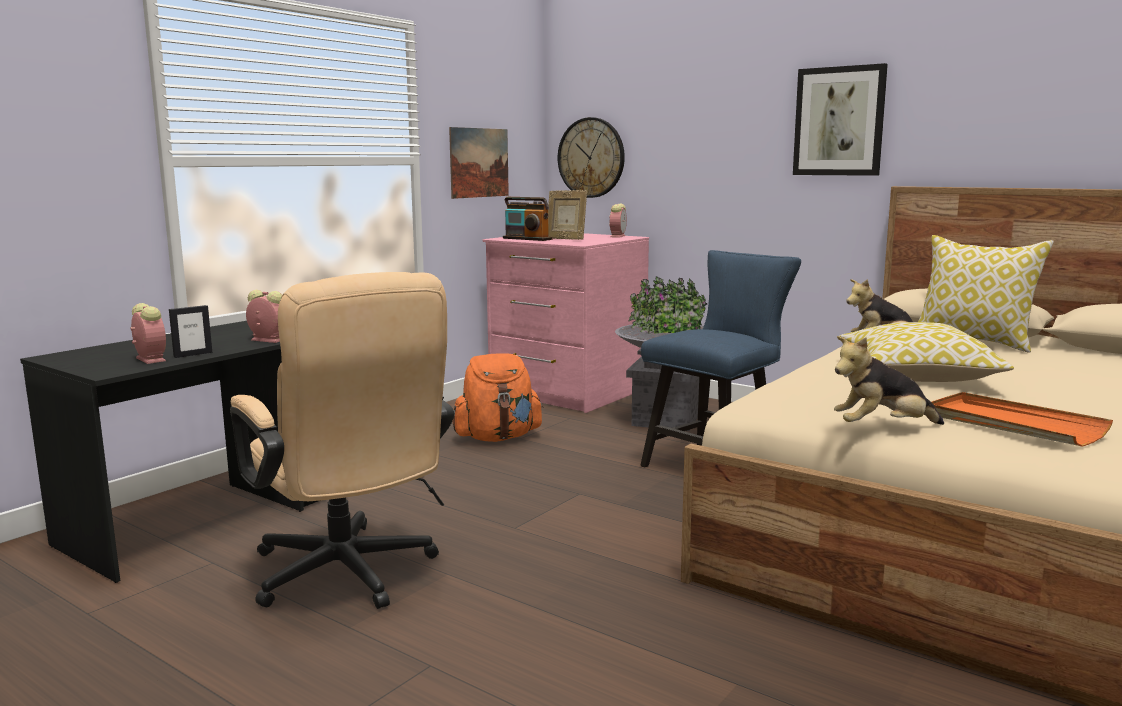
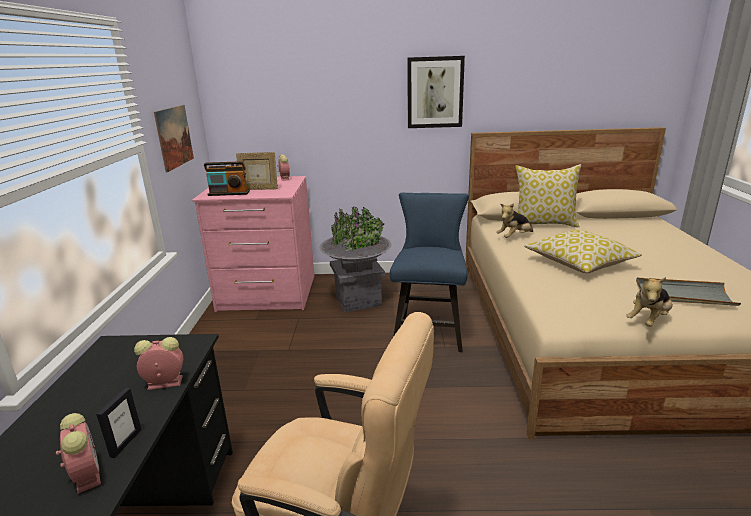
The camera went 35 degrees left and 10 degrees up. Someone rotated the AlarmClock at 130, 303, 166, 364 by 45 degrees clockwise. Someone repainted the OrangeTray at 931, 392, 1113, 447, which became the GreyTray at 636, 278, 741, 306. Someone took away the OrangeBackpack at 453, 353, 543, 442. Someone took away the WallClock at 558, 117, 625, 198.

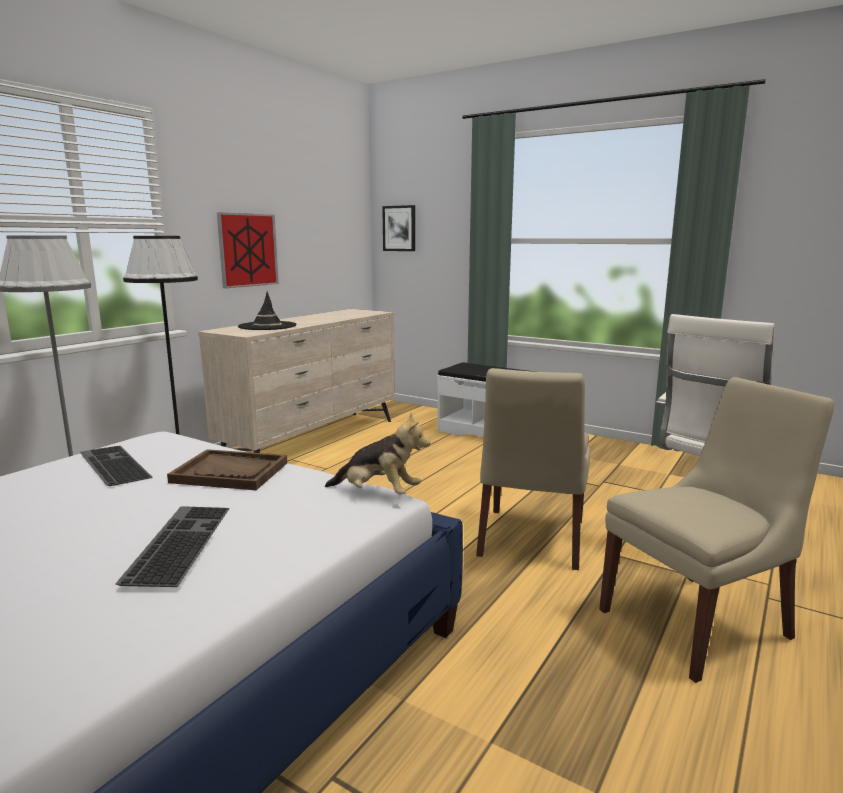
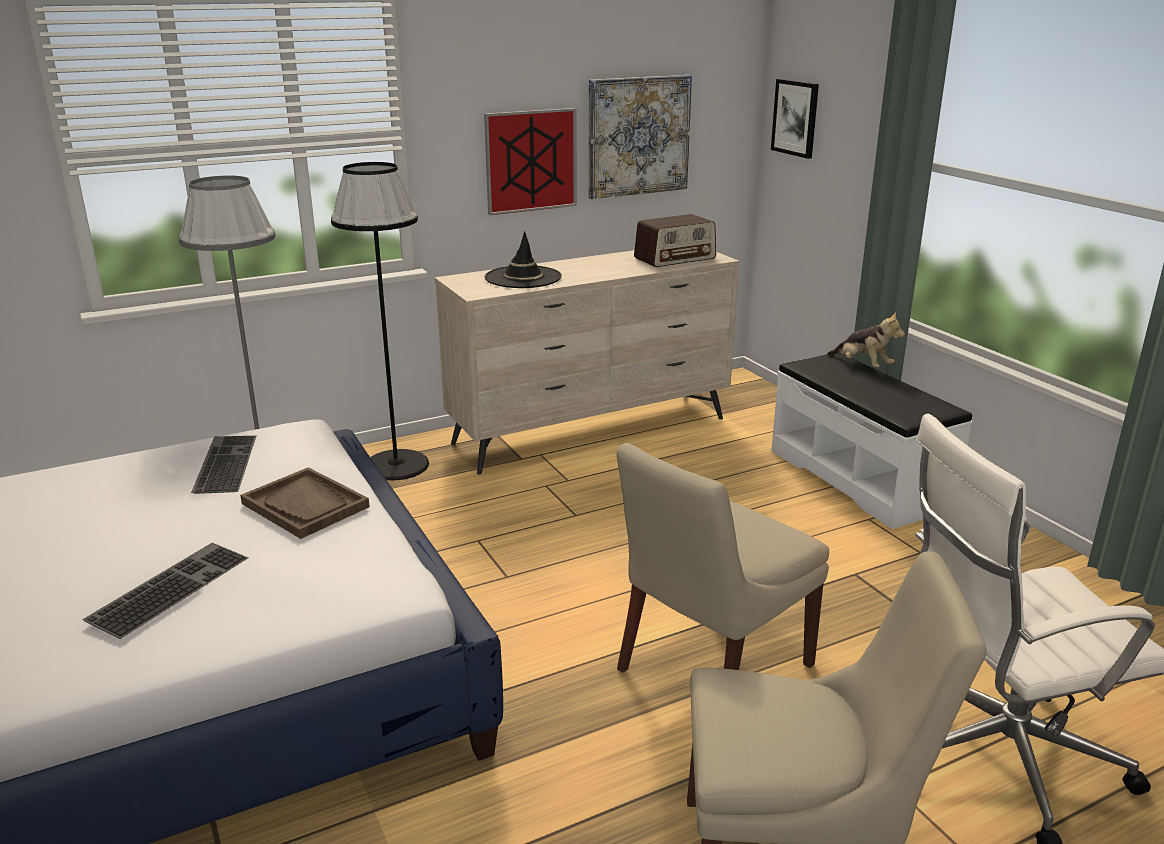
The camera went 30 degrees right and 10 degrees up. Someone put up the Picture at 589, 75, 692, 199. Someone put down the Radio at 634, 214, 716, 267. Someone carried the PlushToy from 325, 413, 430, 494 to 827, 311, 905, 367.

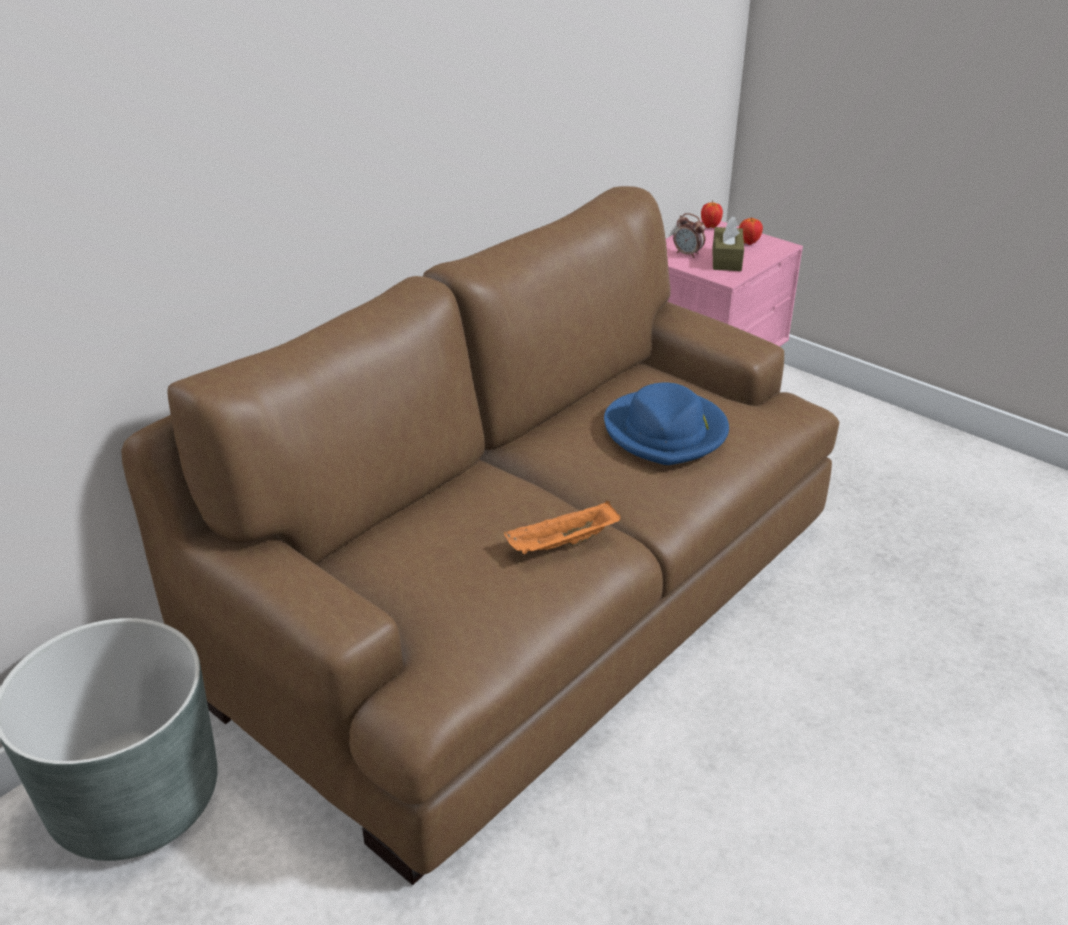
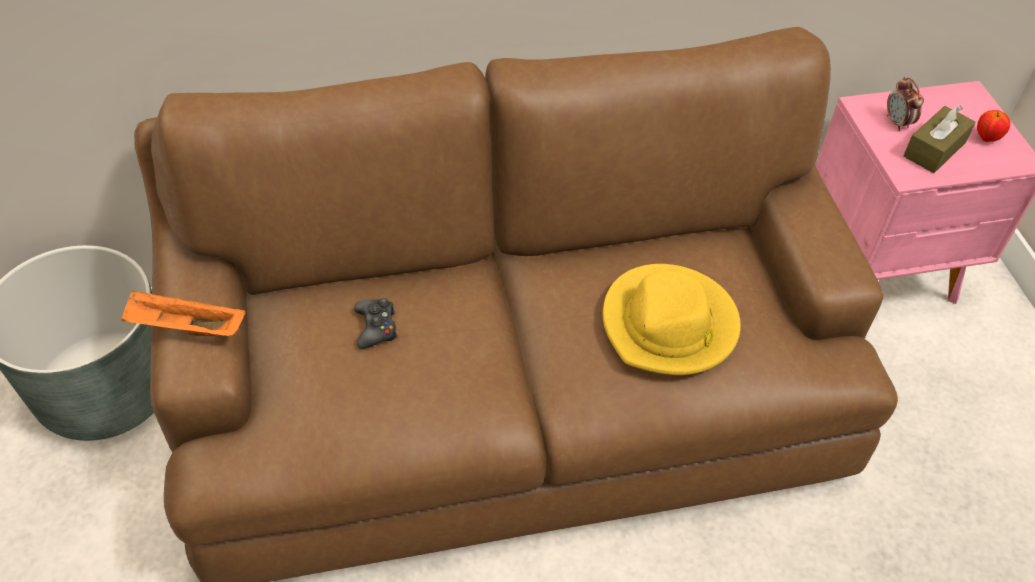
The camera went 35 degrees right and 15 degrees up. Someone carried the OrangeTray from 504, 501, 620, 554 to 121, 290, 246, 336. Someone put down the BlackGameController at 354, 298, 398, 349. Someone repainted the BlueHat at 604, 383, 729, 465, which became the YellowHat at 603, 264, 741, 375. Someone took away the Apple at 701, 200, 723, 228.

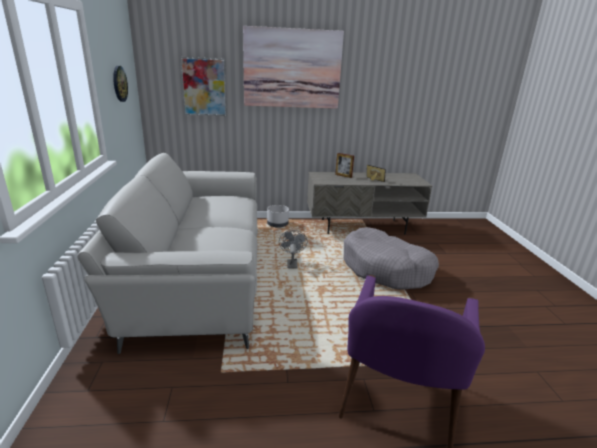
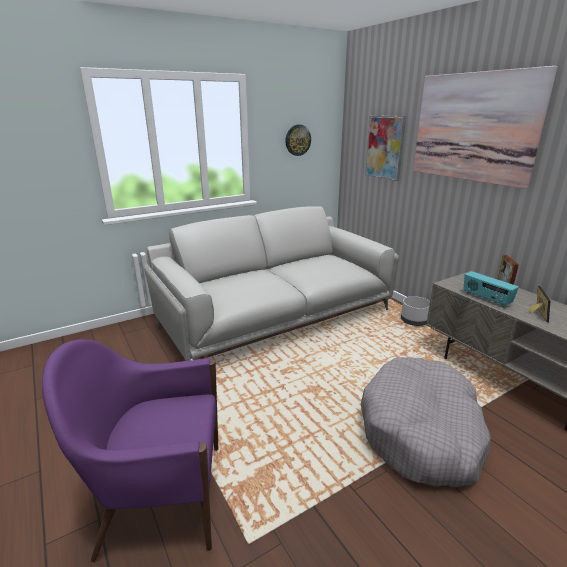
The camera went 65 degrees right and 0 degrees up. Someone put down the Radio at 464, 271, 519, 308. Someone took away the GreyFan at 279, 230, 307, 269.

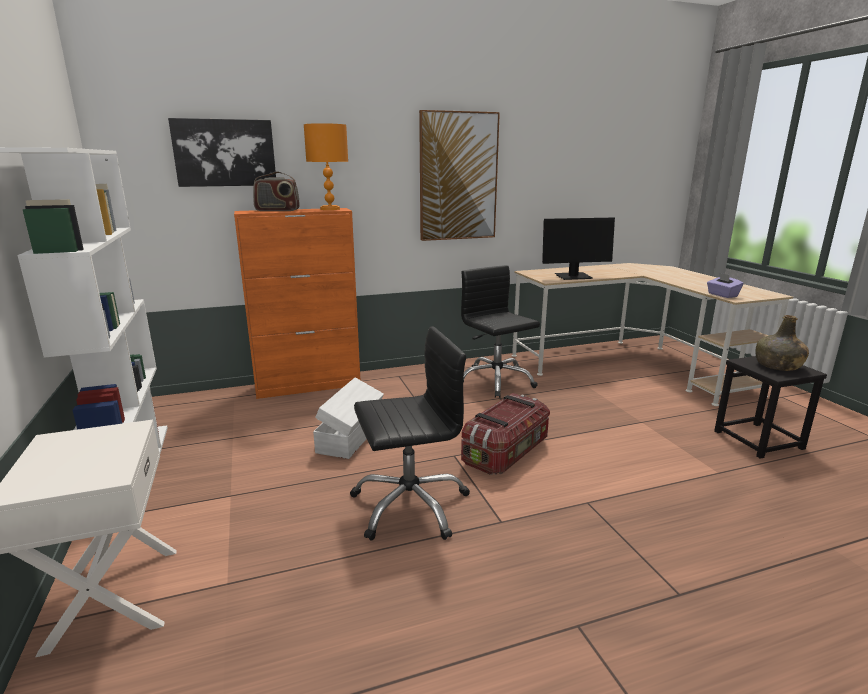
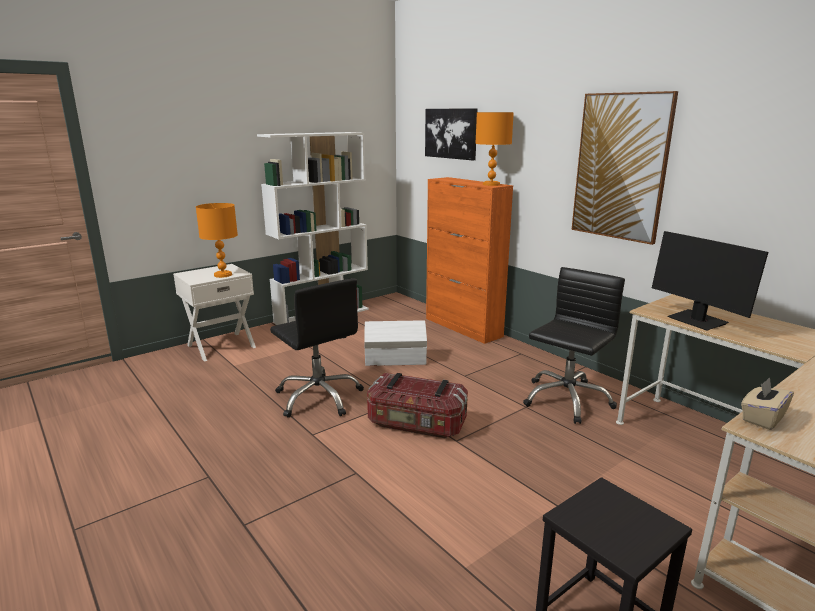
The camera went 70 degrees right and 0 degrees up. Someone put down the OrangeTableLamp at 196, 203, 238, 278. Someone repainted the PurpleTissueBox at 707, 272, 744, 298, which became the BeigeTissueBox at 741, 378, 794, 430. Someone took away the Radio at 253, 171, 300, 211. Someone took away the GreenBottle at 756, 315, 809, 371.

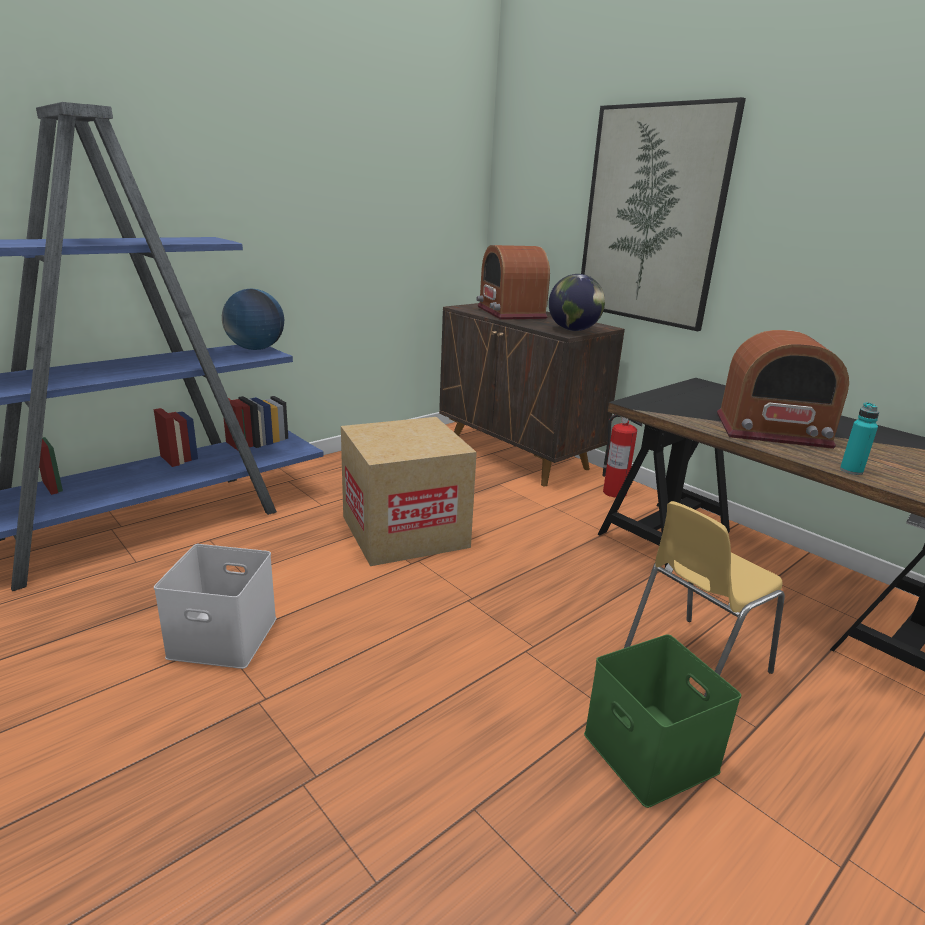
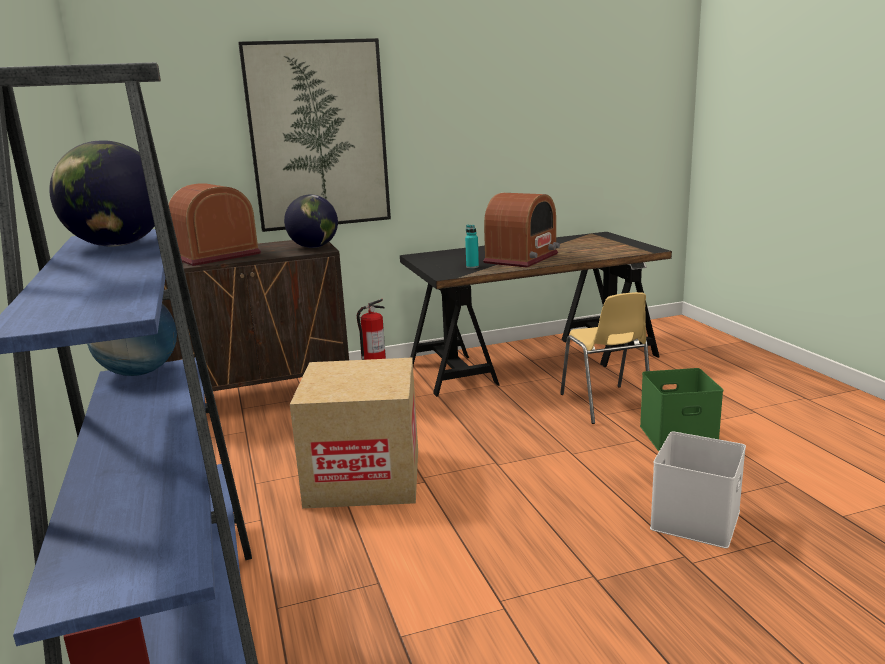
The camera went 65 degrees left and 5 degrees down. Someone put down the Globe at 49, 140, 155, 247. Someone rotated the Radio at 477, 245, 550, 320 by 135 degrees clockwise. Someone carried the TurquoiseBottle from 840, 402, 879, 475 to 465, 225, 479, 268. Someone carried the WhiteStorageBox from 154, 544, 277, 669 to 650, 431, 746, 548.

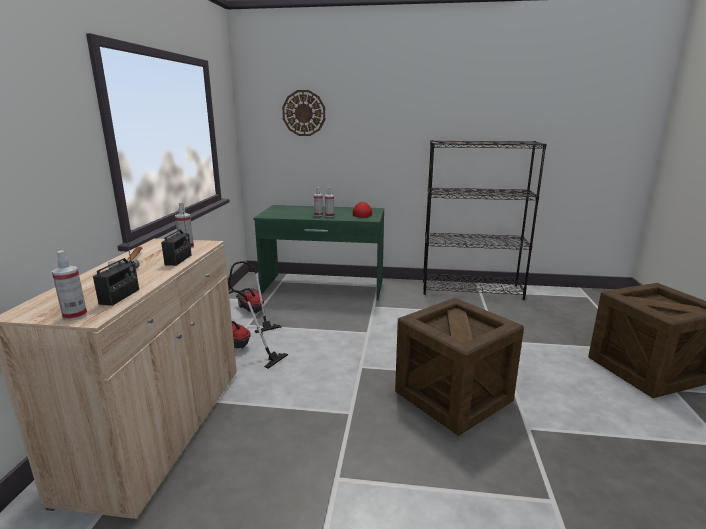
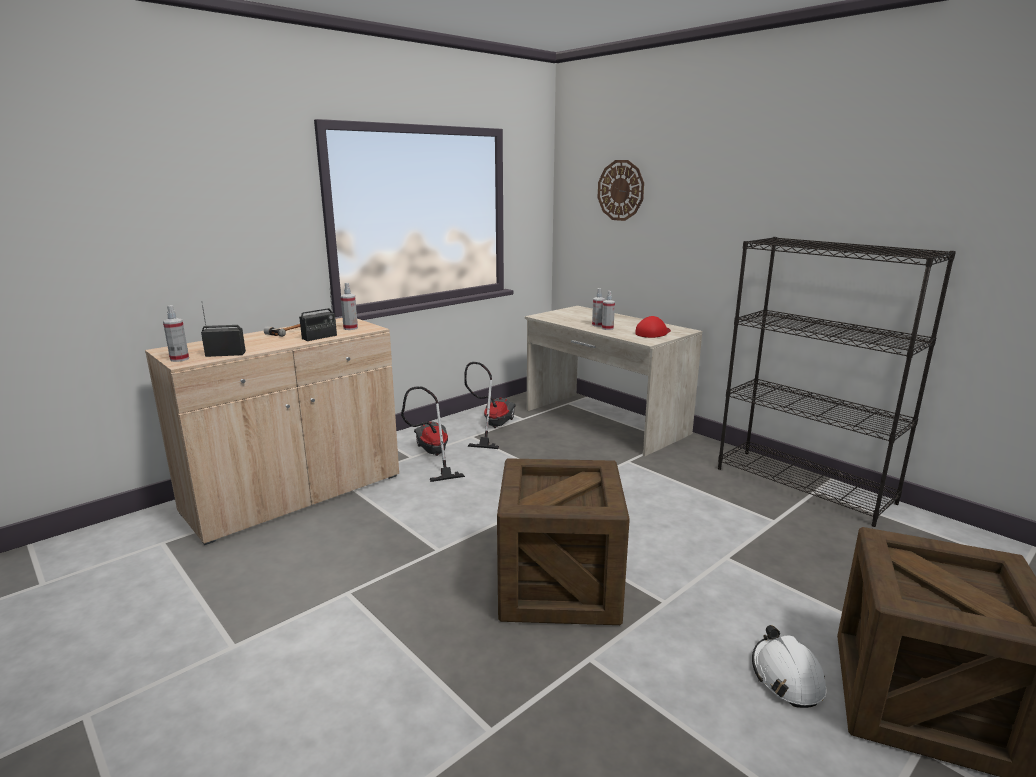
The camera went 40 degrees right and 0 degrees up. Someone rotated the Radio at 93, 233, 139, 306 by 150 degrees counterclockwise. Someone repainted the GreenDesk at 253, 205, 384, 301, which became the BeigeDesk at 525, 306, 702, 457. Someone put down the WhiteHardHat at 752, 625, 826, 708.

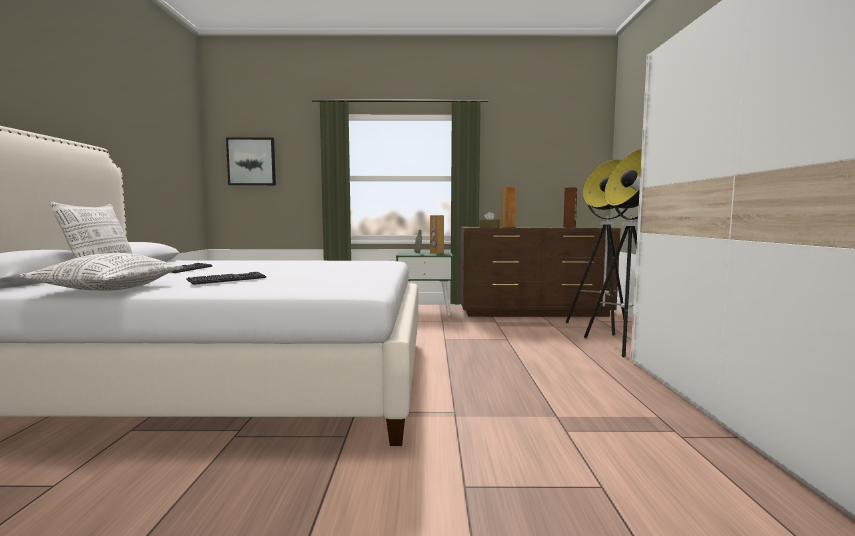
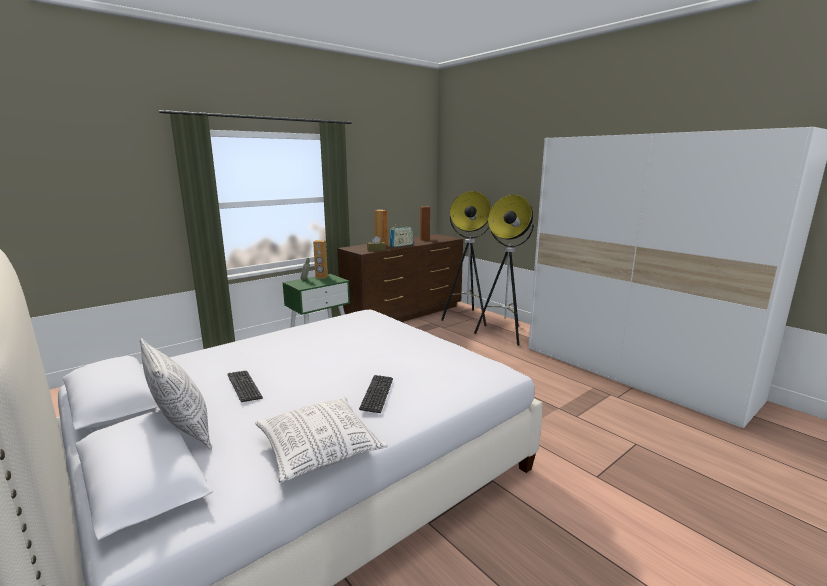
The camera went 40 degrees left and 10 degrees up. Someone put down the Radio at 390, 226, 413, 247. Someone took away the Picture at 226, 138, 276, 185.

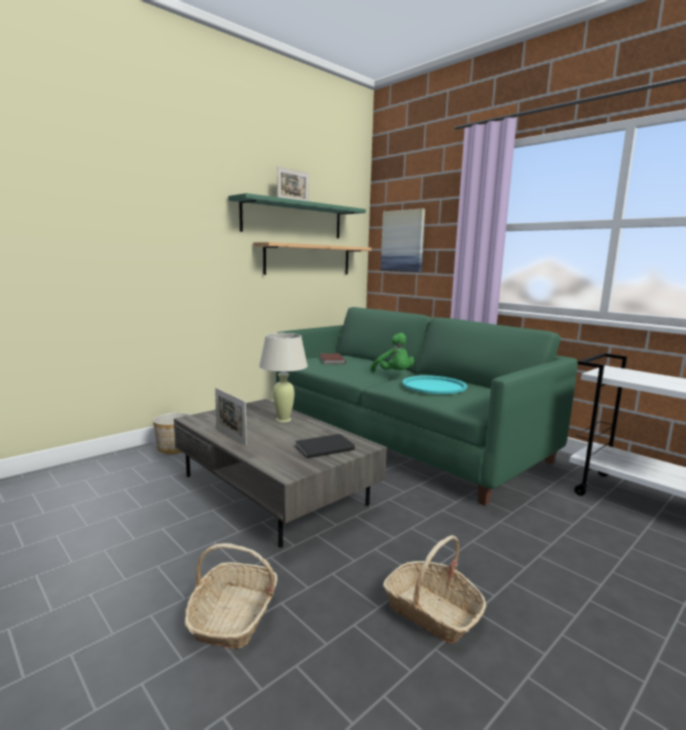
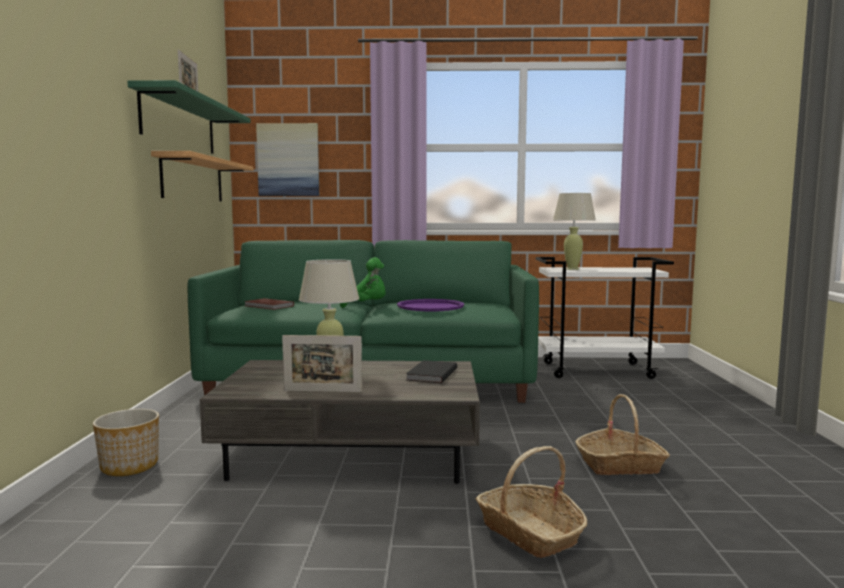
The camera went 45 degrees left and 5 degrees down. Someone repainted the TurquoiseTray at 403, 375, 467, 394, which became the PurpleTray at 397, 299, 464, 311. Someone put down the BeigeTableLamp at 553, 193, 596, 270.

